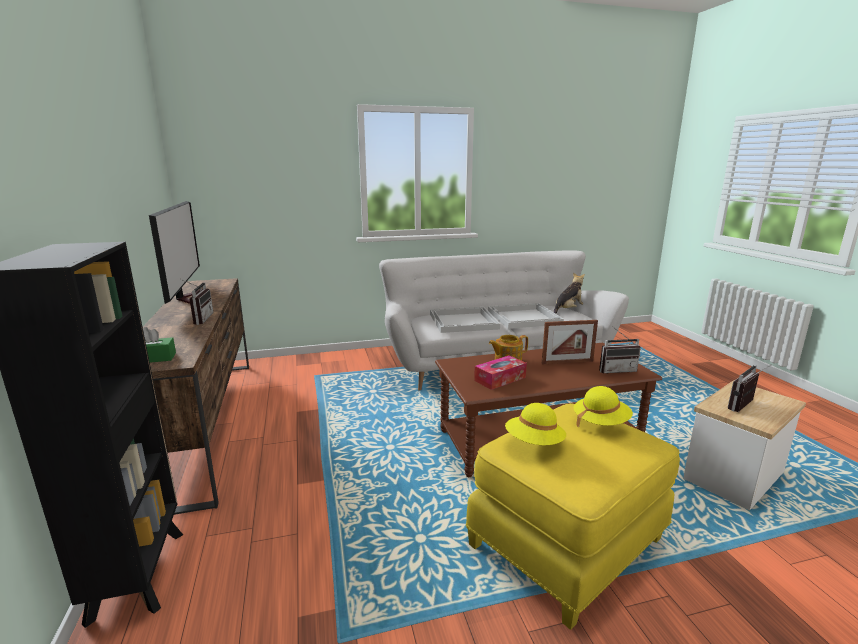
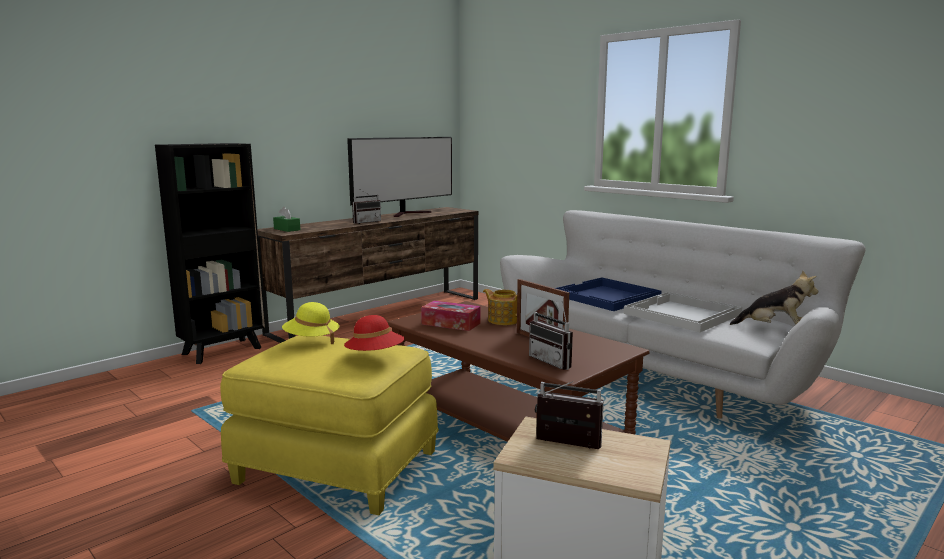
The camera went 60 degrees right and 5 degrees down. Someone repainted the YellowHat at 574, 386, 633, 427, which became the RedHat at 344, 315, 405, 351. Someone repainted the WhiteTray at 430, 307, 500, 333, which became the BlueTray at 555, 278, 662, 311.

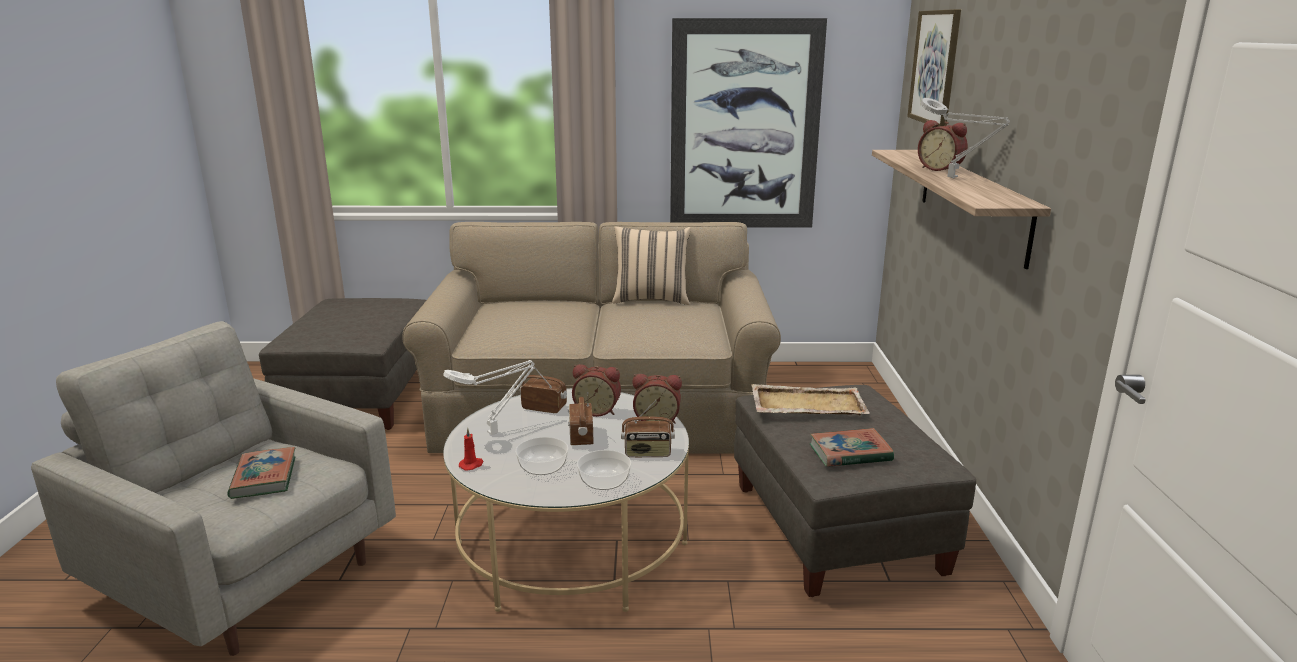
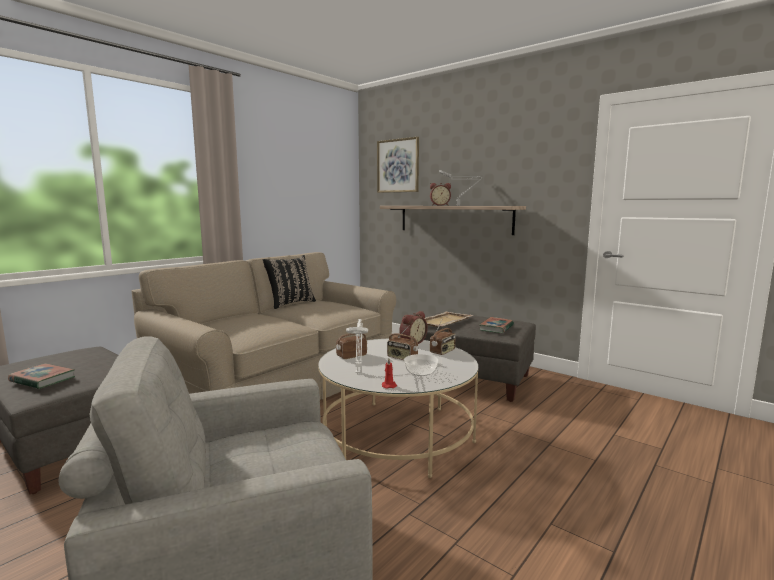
The camera went 50 degrees left and 10 degrees down. Someone carried the Book from 227, 447, 296, 499 to 8, 363, 75, 389. Someone repainted the BeigePillow at 612, 226, 691, 305, which became the BlackPillow at 263, 255, 316, 309. Someone took away the AlarmClock at 572, 364, 621, 417. Someone took away the Bowl at 577, 450, 631, 490. Someone took away the Picture at 670, 18, 827, 227.

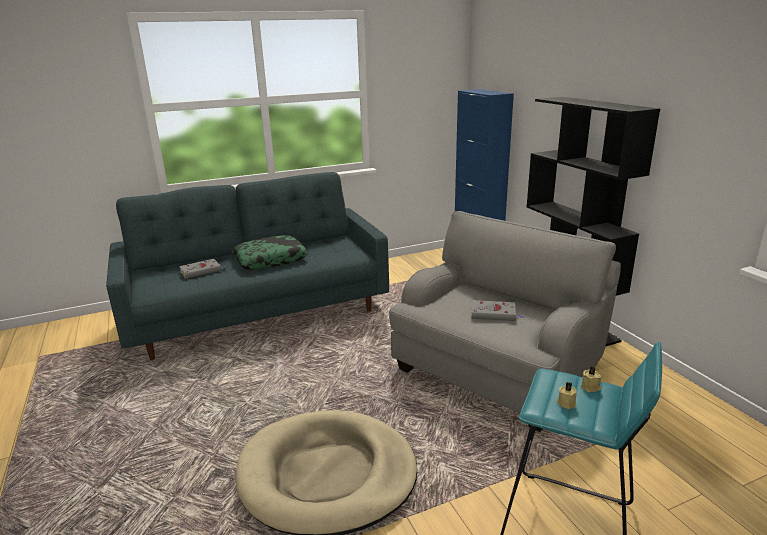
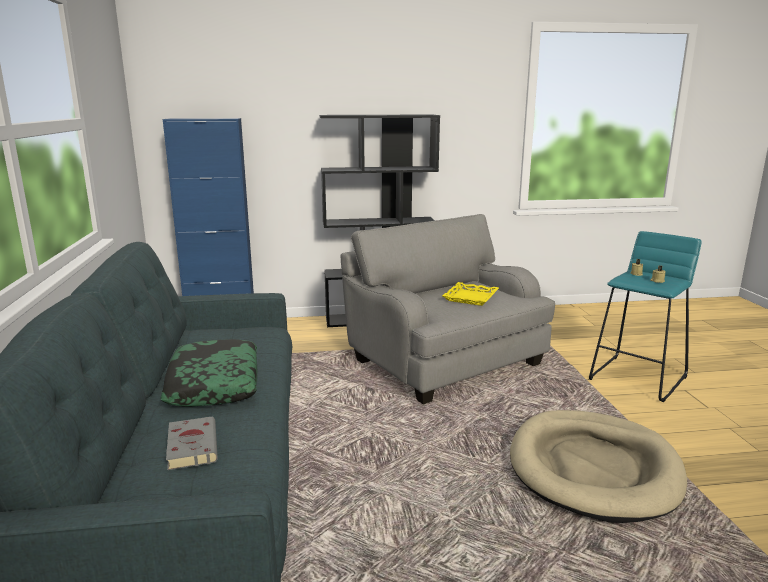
The camera went 75 degrees left and 5 degrees down. Someone swapped the GreyBook at 471, 300, 524, 321 for the YellowTray at 442, 282, 499, 306.

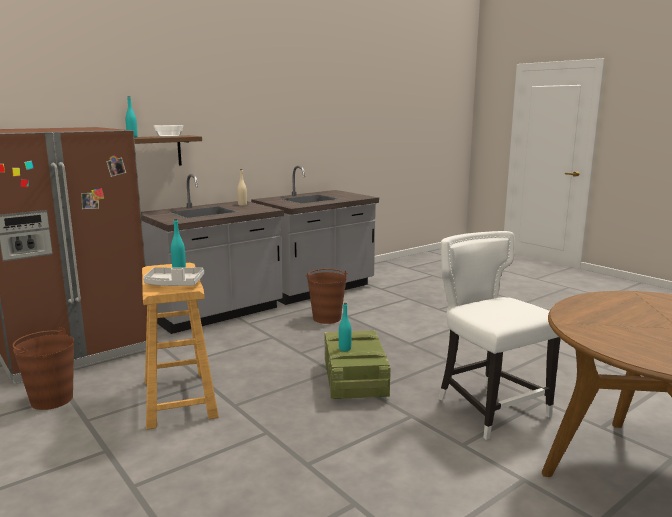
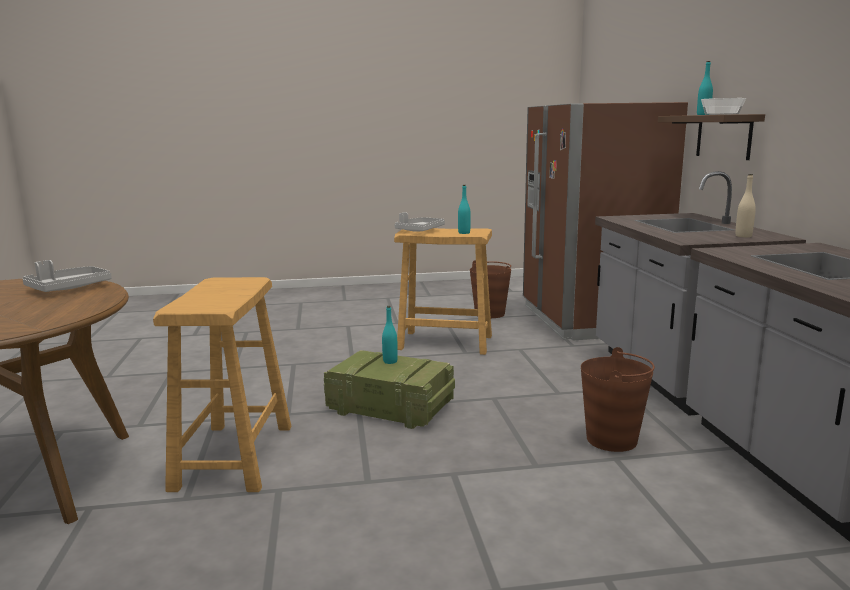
The camera went 120 degrees right and 0 degrees up. Someone put down the GreyTray at 22, 260, 112, 292. Someone swapped the WhiteChair at 439, 231, 561, 440 for the BeigeStool at 153, 277, 292, 492.

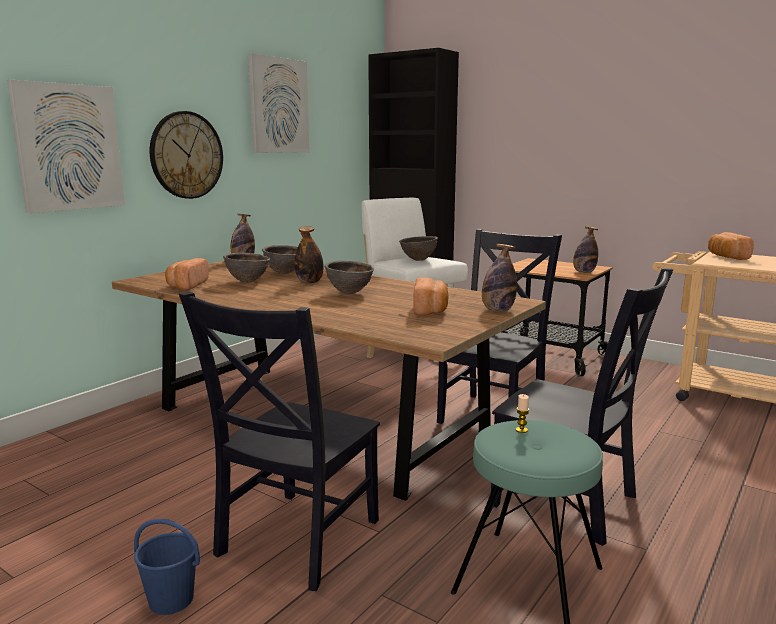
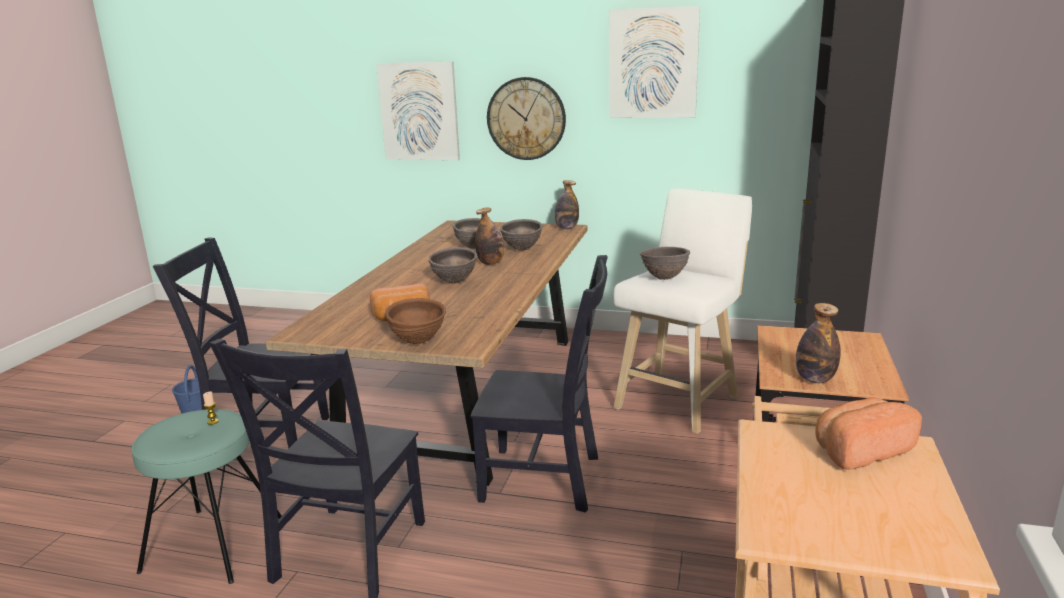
The camera went 70 degrees right and 5 degrees up. Someone swapped the Bottle at 482, 244, 517, 312 for the BrownBowl at 385, 298, 446, 344. Someone took away the Bread at 165, 258, 209, 290.

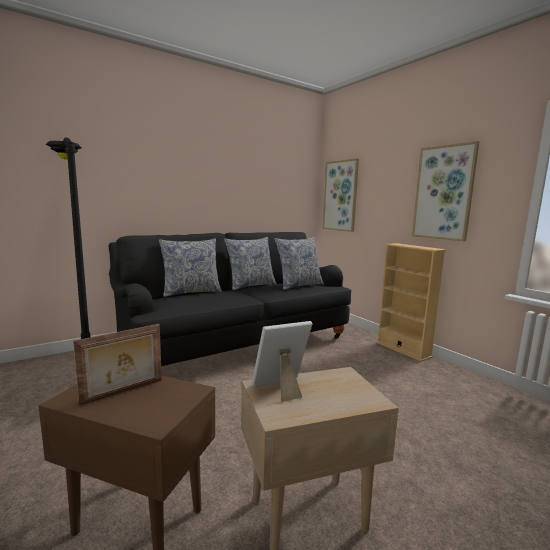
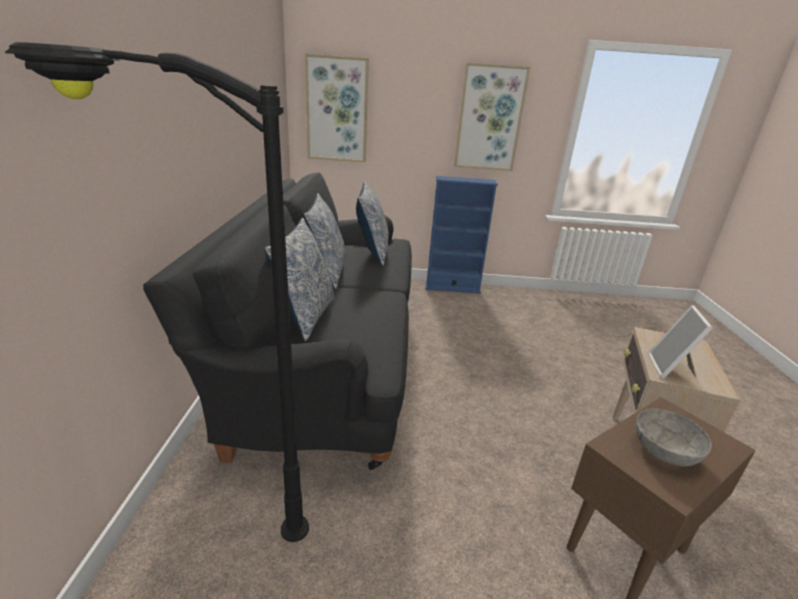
The camera went 55 degrees left and 15 degrees up. Someone repainted the BeigeBookcase at 376, 243, 446, 362, which became the BlueBookcase at 426, 176, 498, 294. Someone swapped the PictureFrame at 73, 324, 162, 406 for the GreyBowl at 635, 408, 712, 467.

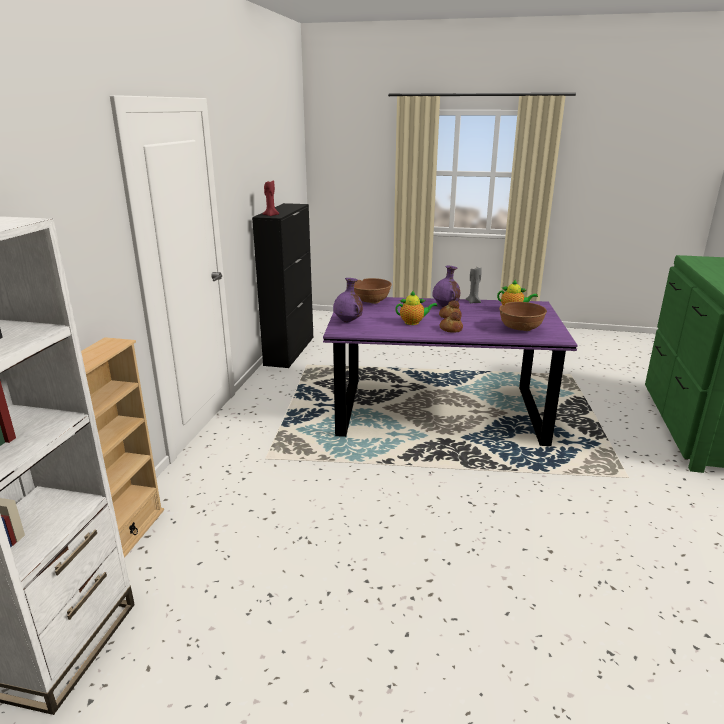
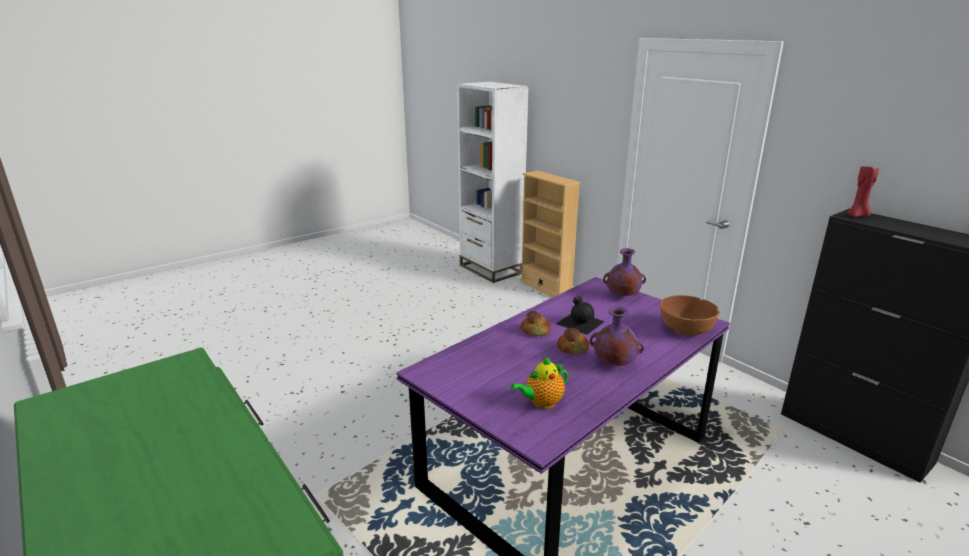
The camera went 130 degrees right and 0 degrees up. Someone swapped the Teapot at 395, 291, 437, 325 for the BlackBottle at 556, 296, 605, 335. Someone took away the GreyCandle at 466, 267, 482, 304. Someone took away the BrownBowl at 499, 302, 547, 331.

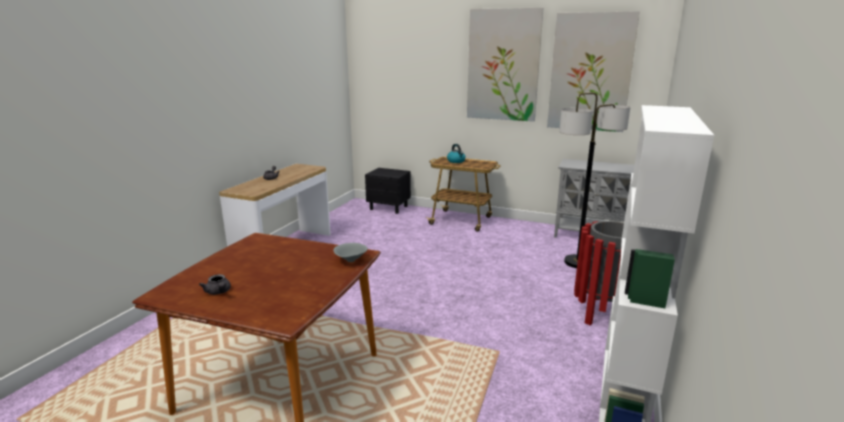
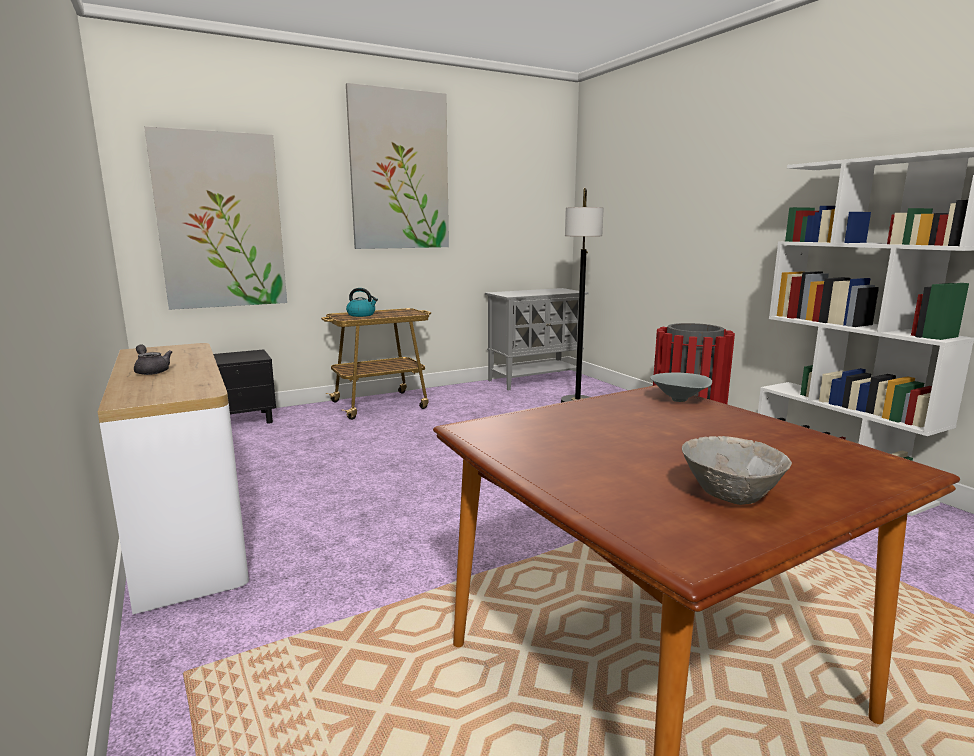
The camera went 50 degrees left and 5 degrees down. Someone carried the Picture from 547, 11, 640, 132 to 144, 126, 287, 310. Someone swapped the GreyTeapot at 199, 274, 231, 295 for the GreyBowl at 682, 436, 792, 505.

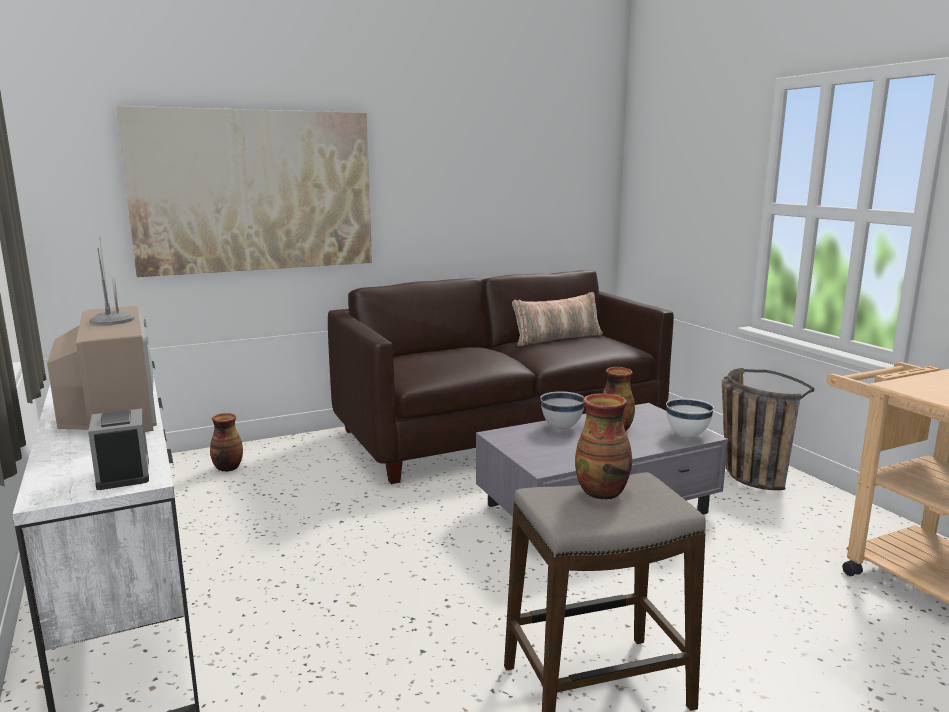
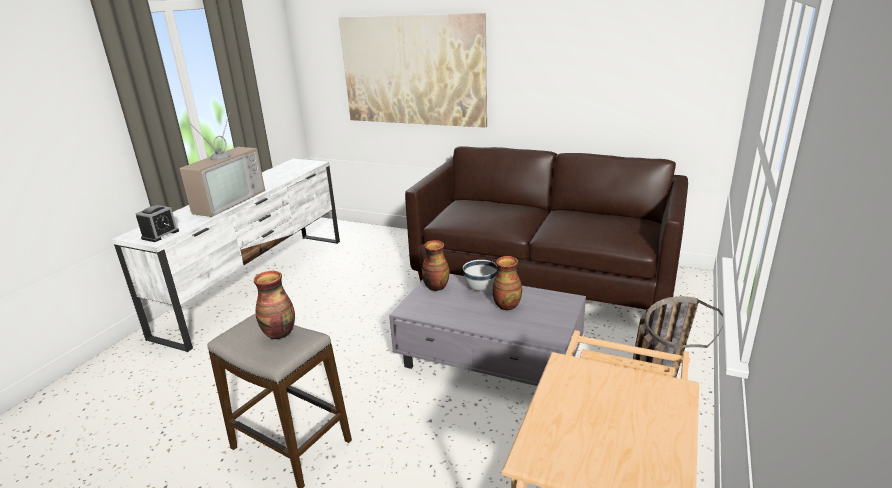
The camera went 50 degrees right and 10 degrees up. Someone carried the Vase from 210, 413, 243, 472 to 422, 240, 449, 291. Someone took away the Pillow at 512, 292, 603, 346. Someone took away the WhiteBowl at 666, 398, 714, 437.

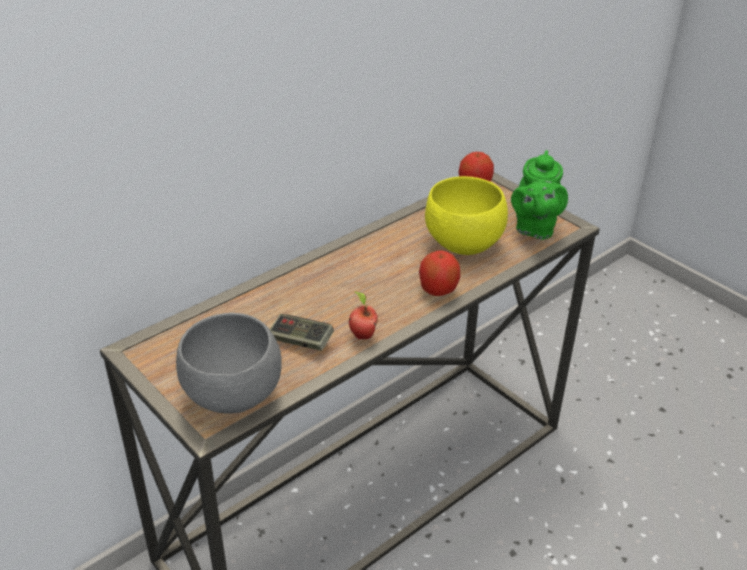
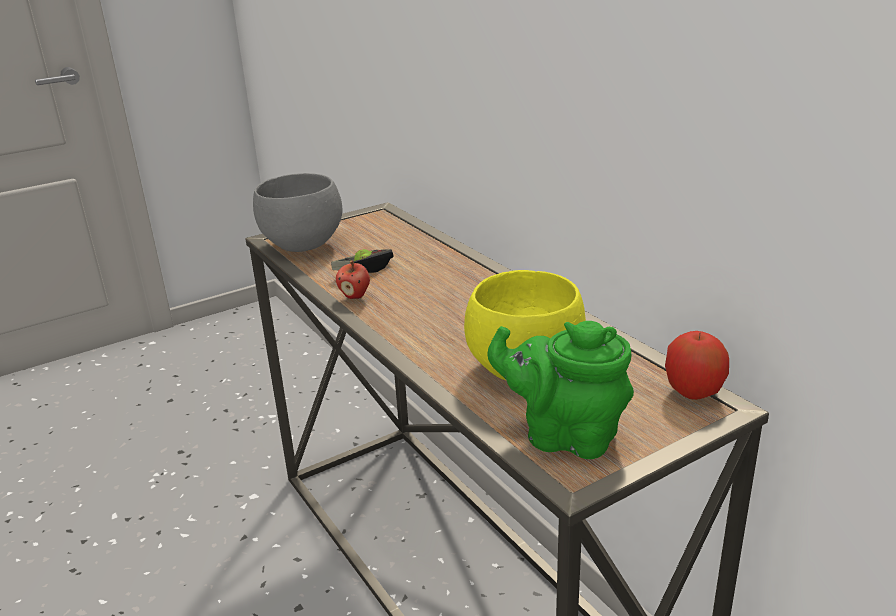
The camera went 100 degrees right and 10 degrees down. Someone took away the Apple at 419, 251, 461, 296.

